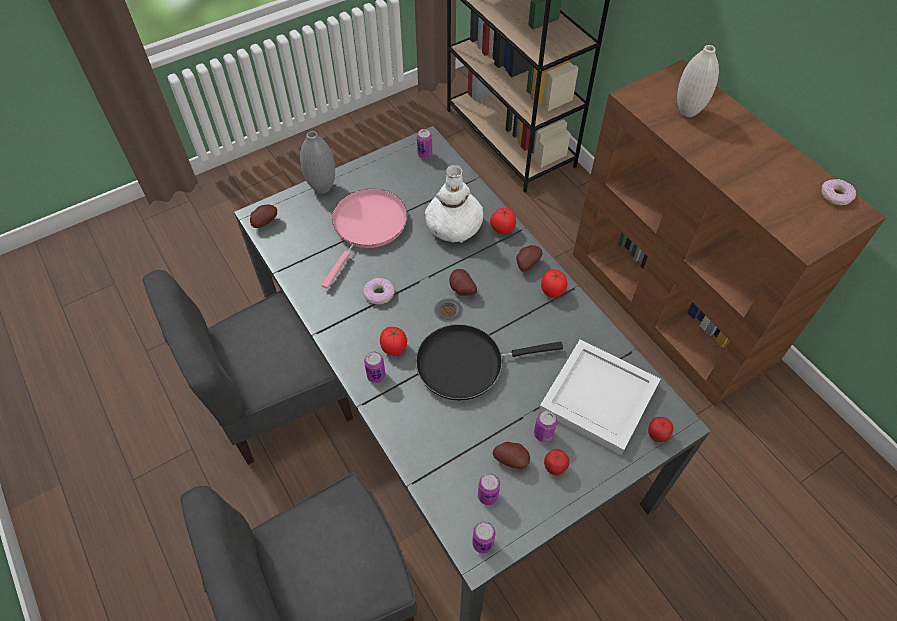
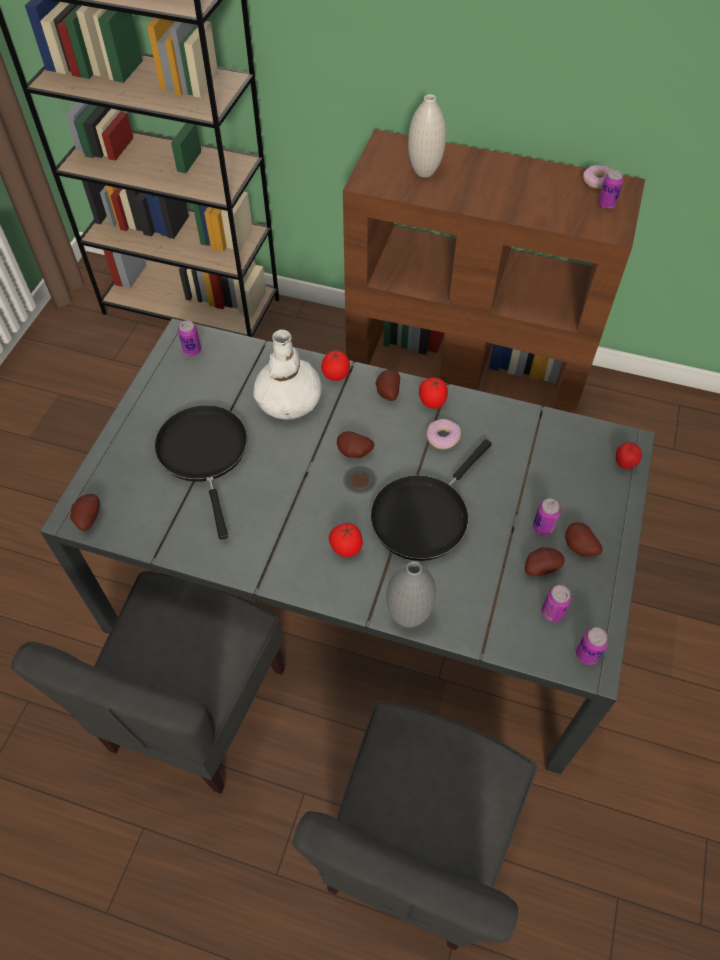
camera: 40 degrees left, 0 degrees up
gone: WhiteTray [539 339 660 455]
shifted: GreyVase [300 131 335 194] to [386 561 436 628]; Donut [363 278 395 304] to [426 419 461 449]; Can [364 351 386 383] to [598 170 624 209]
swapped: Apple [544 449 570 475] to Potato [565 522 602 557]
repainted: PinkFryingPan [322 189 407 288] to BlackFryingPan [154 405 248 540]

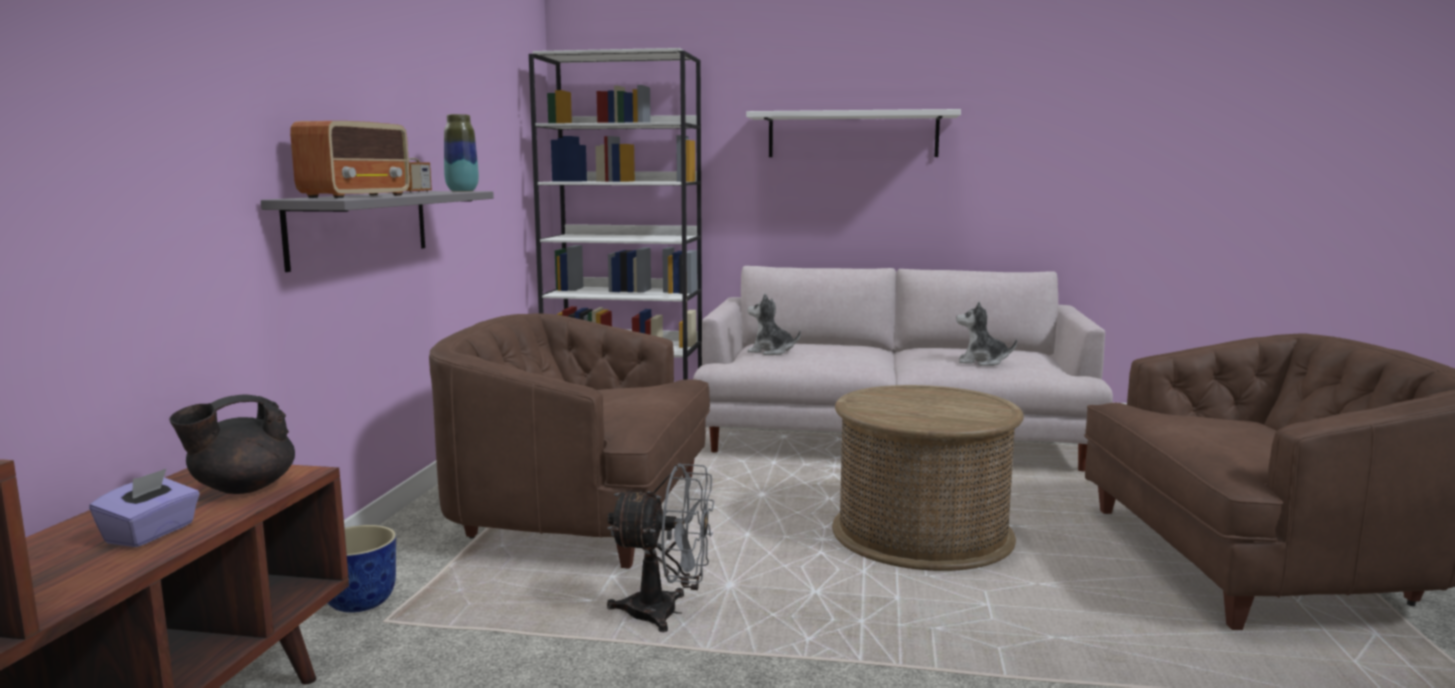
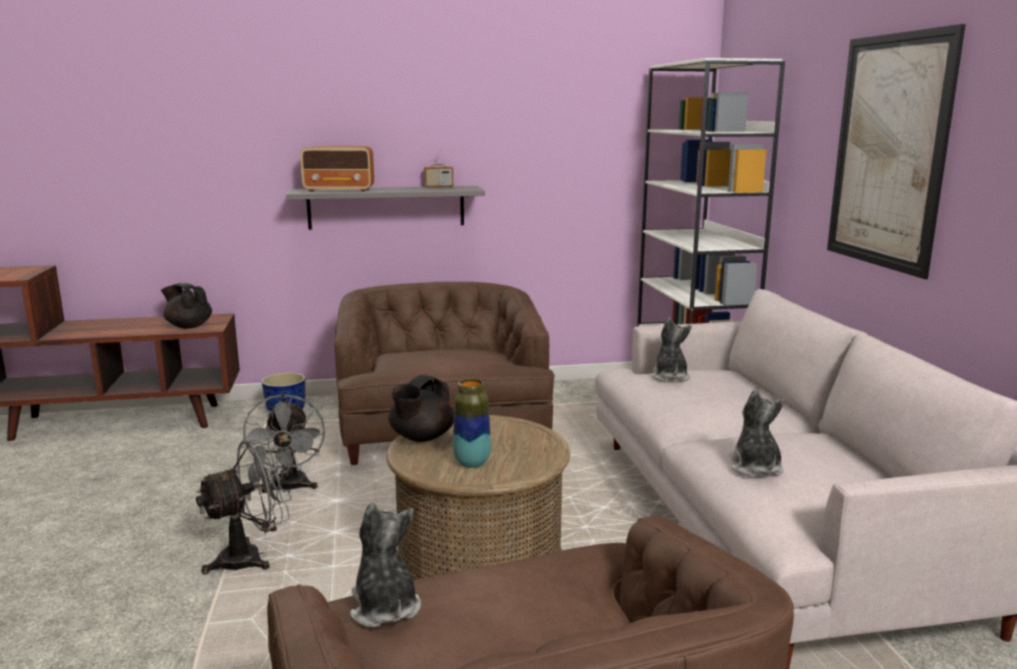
camera: 70 degrees right, 5 degrees up
gone: PurpleTissueBox [89 468 200 547]
new: GreyFan [196 437 292 575]; PlushToy [350 502 421 628]; BlackTeapot [388 375 454 442]
shifted: Vase [444 114 479 192] to [453 379 491 468]
swapped: WhiteShelf [746 109 961 157] to Picture [827 24 965 279]

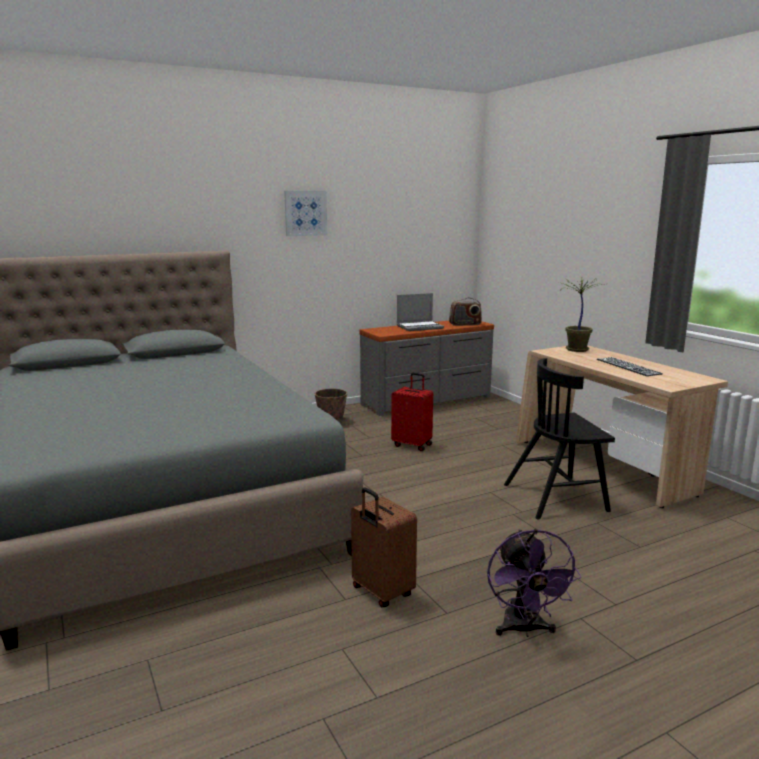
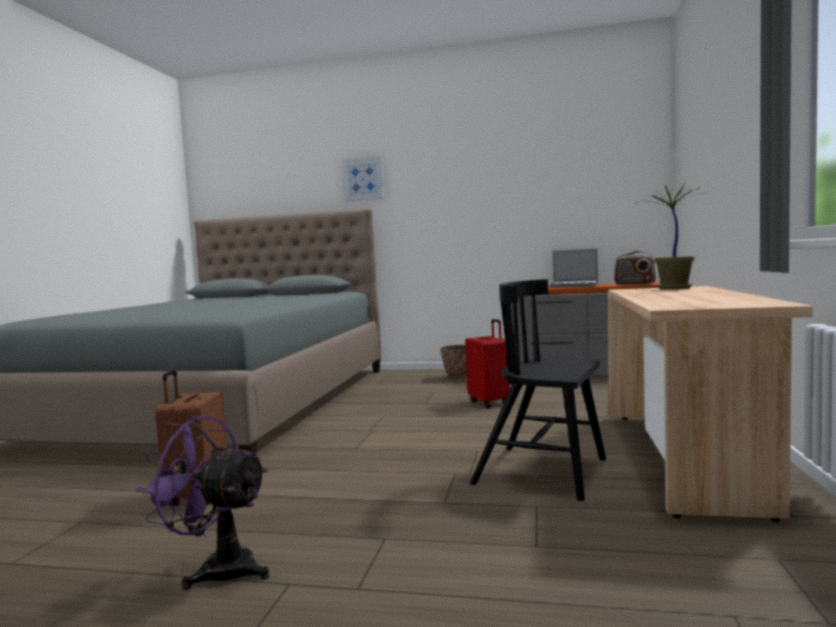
camera: 40 degrees right, 10 degrees down
gone: Keyboard [597 357 663 376]
shifted: Picture [284 191 327 236] to [342 156 384 201]
rotated: PurpleFan [487 529 581 637] = [135 416 269 590] 75 degrees clockwise

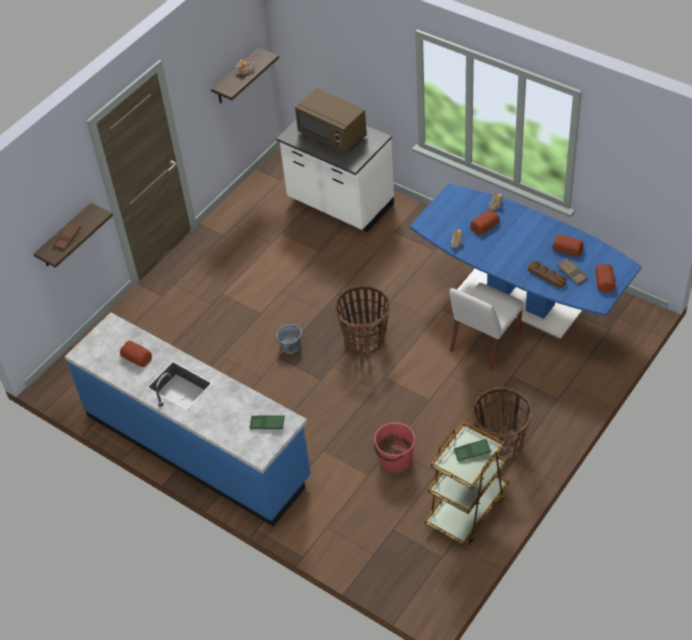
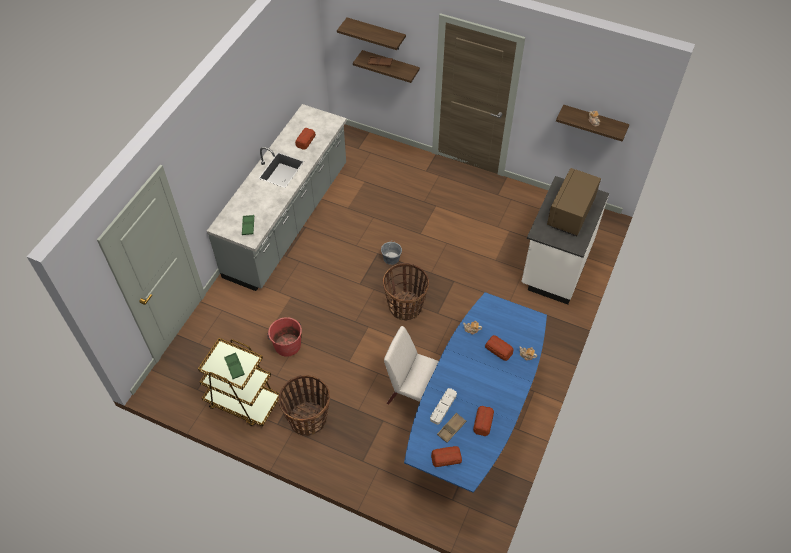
camera: 75 degrees right, 5 degrees up
new: Shelf [337 18 406 50]
repainted: BlueCounter [64 312 311 527] to GreyCounter [207 104 347 291]; BrownTray [528 261 567 289] to GreyTray [430 388 457 425]

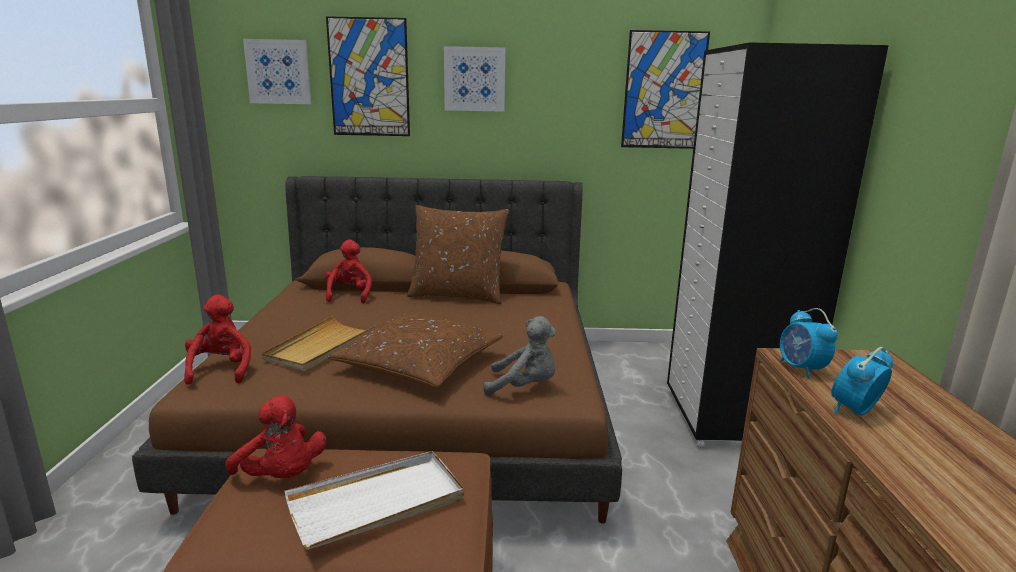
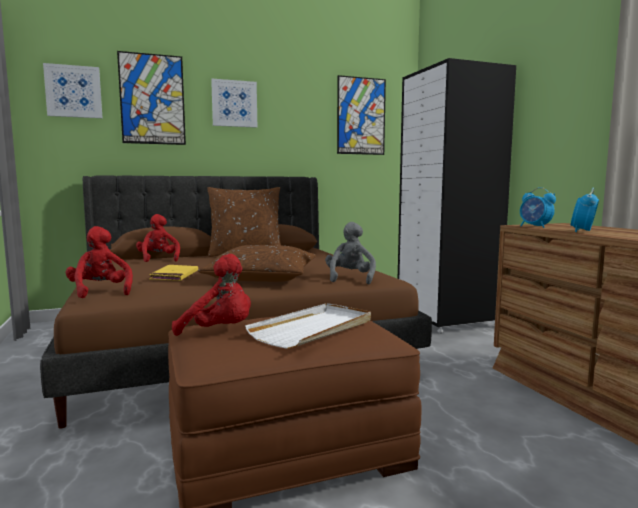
camera: 20 degrees left, 10 degrees down
swapped: BeigeTray [262 316 377 371] to YellowBook [149 265 198 281]
rotated: GreyPlushToy [483 316 556 396] = [325 222 376 284] 75 degrees counterclockwise

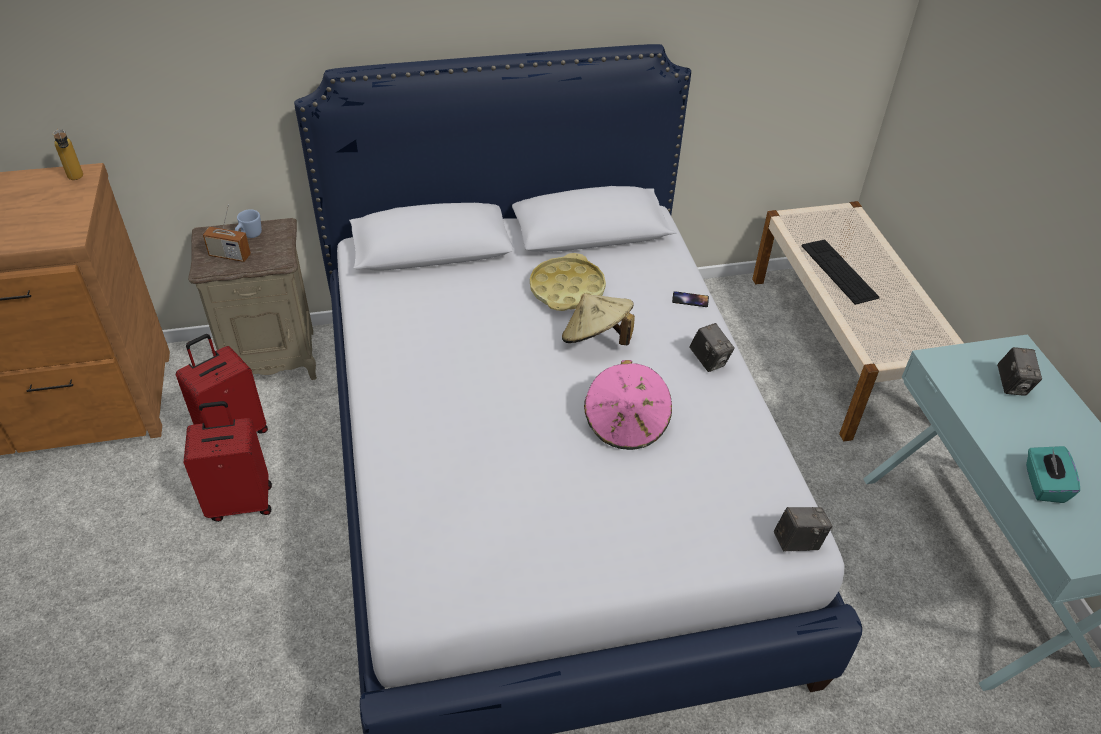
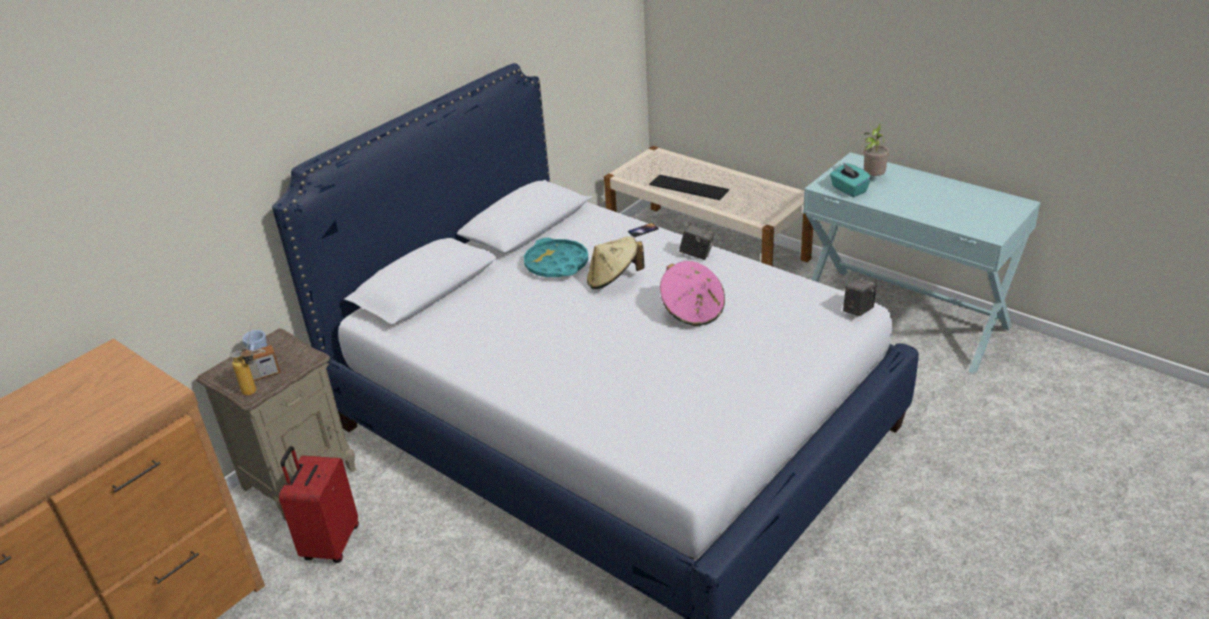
camera: 35 degrees left, 10 degrees down
gone: RedSuitcase [183 401 272 522]
shifted: Bottle [53 128 83 180] to [231 348 256 396]; TurquoiseTissueBox [1026 446 1080 503] to [830 163 871 197]
swapped: PhotoCamera [997 347 1042 396] to PottedPlant [864 123 889 176]
repainted: YellowTray [530 253 606 311] to TurquoiseTray [524 238 588 277]

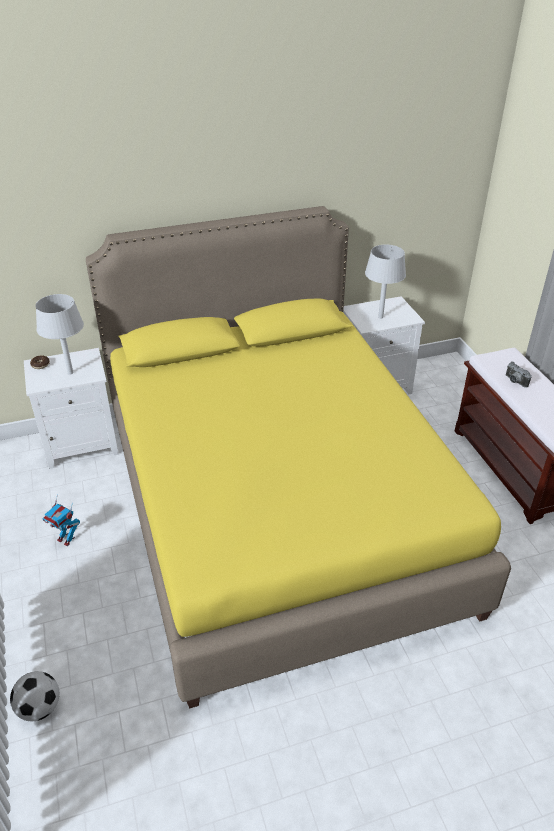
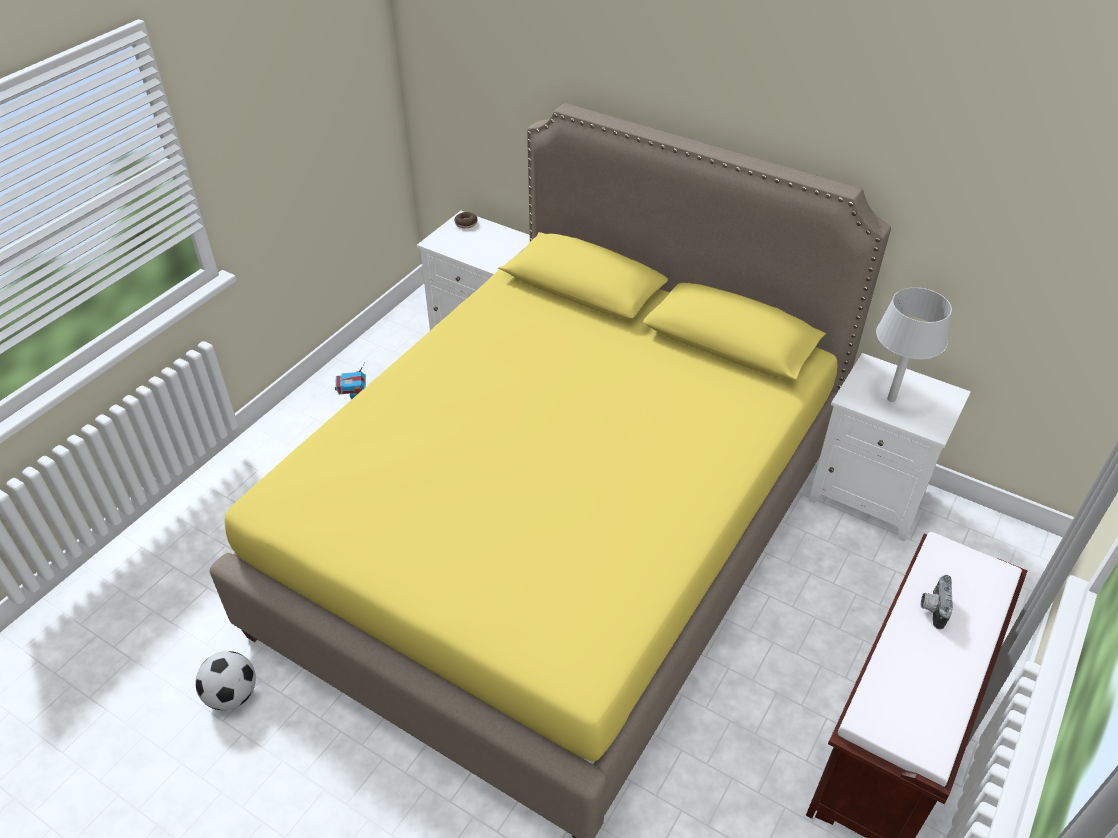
camera: 50 degrees right, 5 degrees up
gone: GreyTableLamp [36 294 84 375]
shifted: Football [10 671 59 721] to [195 651 256 710]

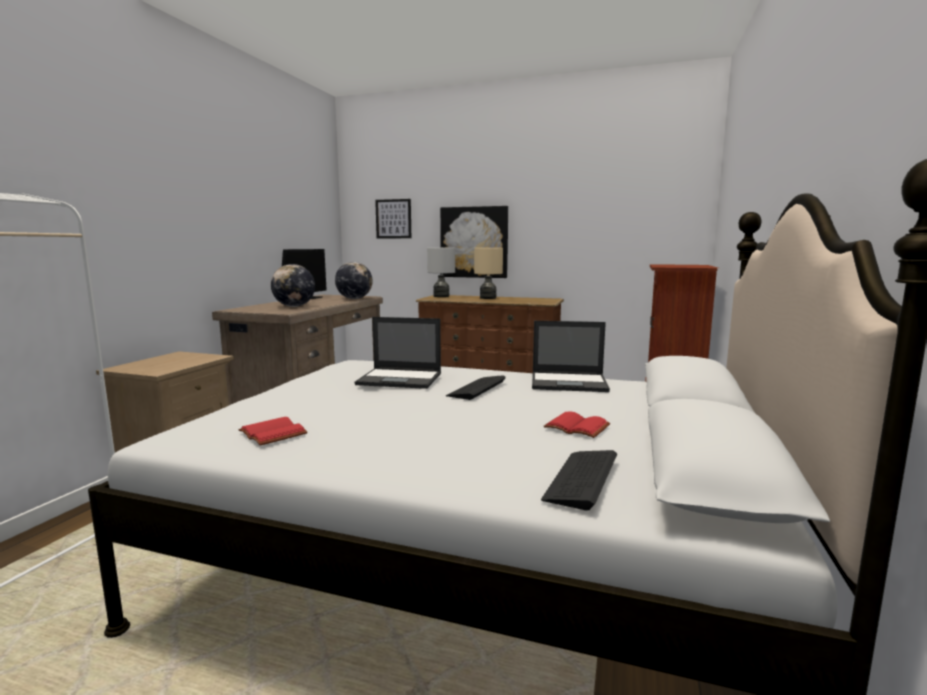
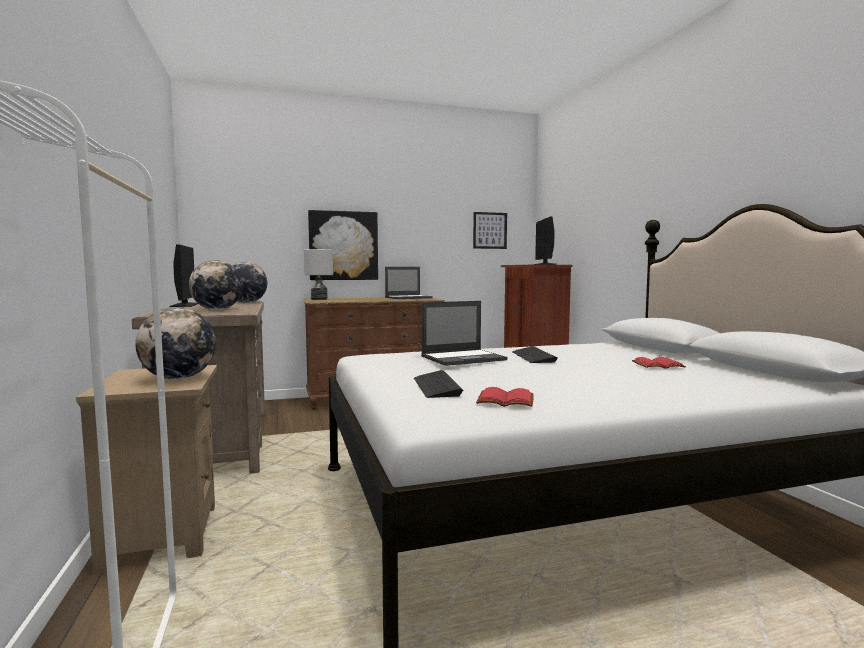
camera: 35 degrees left, 5 degrees down
gone: BeigeTableLamp [474 248 503 299]
new: Globe [135 307 216 380]; Monitor [534 217 556 265]
shifted: Laptop [532 321 610 392] to [385 267 433 299]; Keyboard [541 450 617 511] to [414 370 463 398]; Picture [375 199 411 238] to [473 212 507 249]

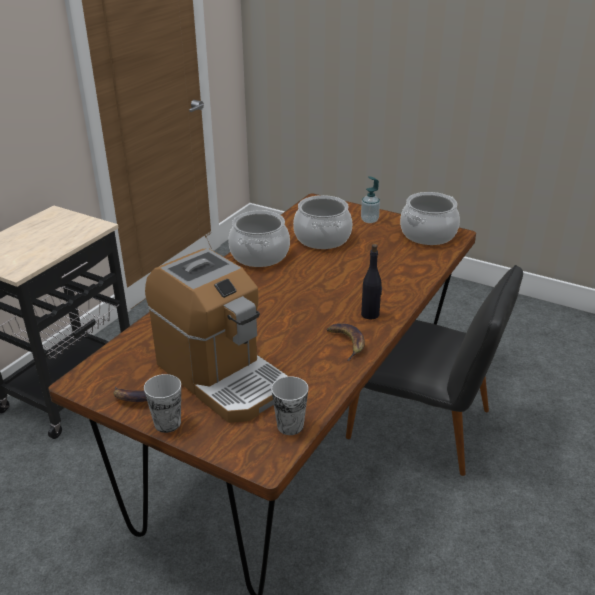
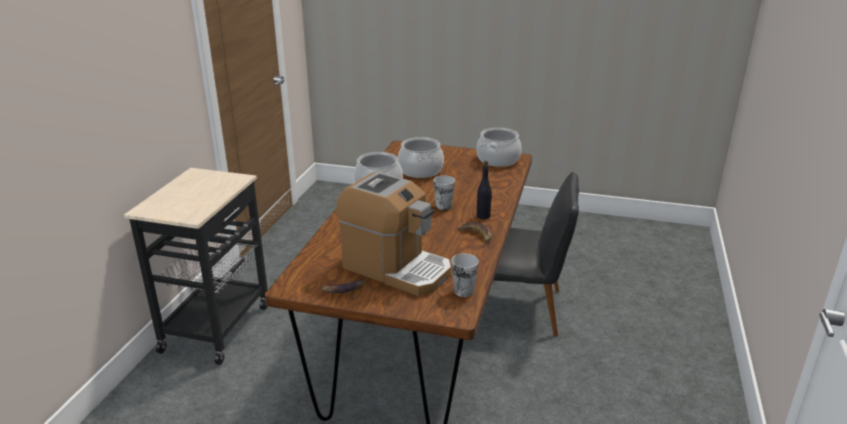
camera: 15 degrees left, 5 degrees down
gone: SoapDispenser [361 176 380 223]
shifted: Cup [144 374 181 433] to [433 176 455 210]

